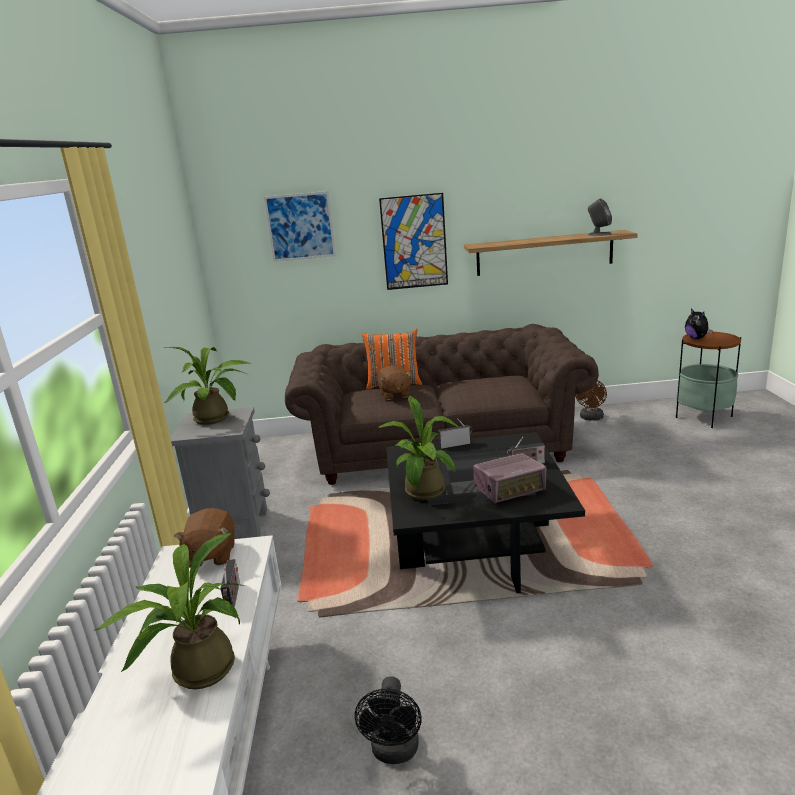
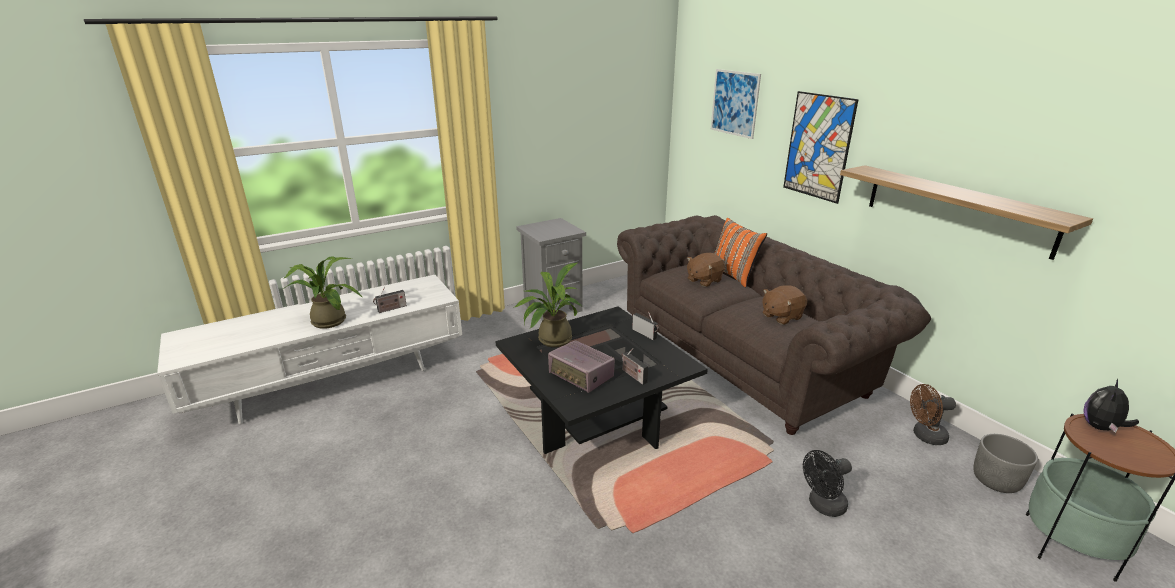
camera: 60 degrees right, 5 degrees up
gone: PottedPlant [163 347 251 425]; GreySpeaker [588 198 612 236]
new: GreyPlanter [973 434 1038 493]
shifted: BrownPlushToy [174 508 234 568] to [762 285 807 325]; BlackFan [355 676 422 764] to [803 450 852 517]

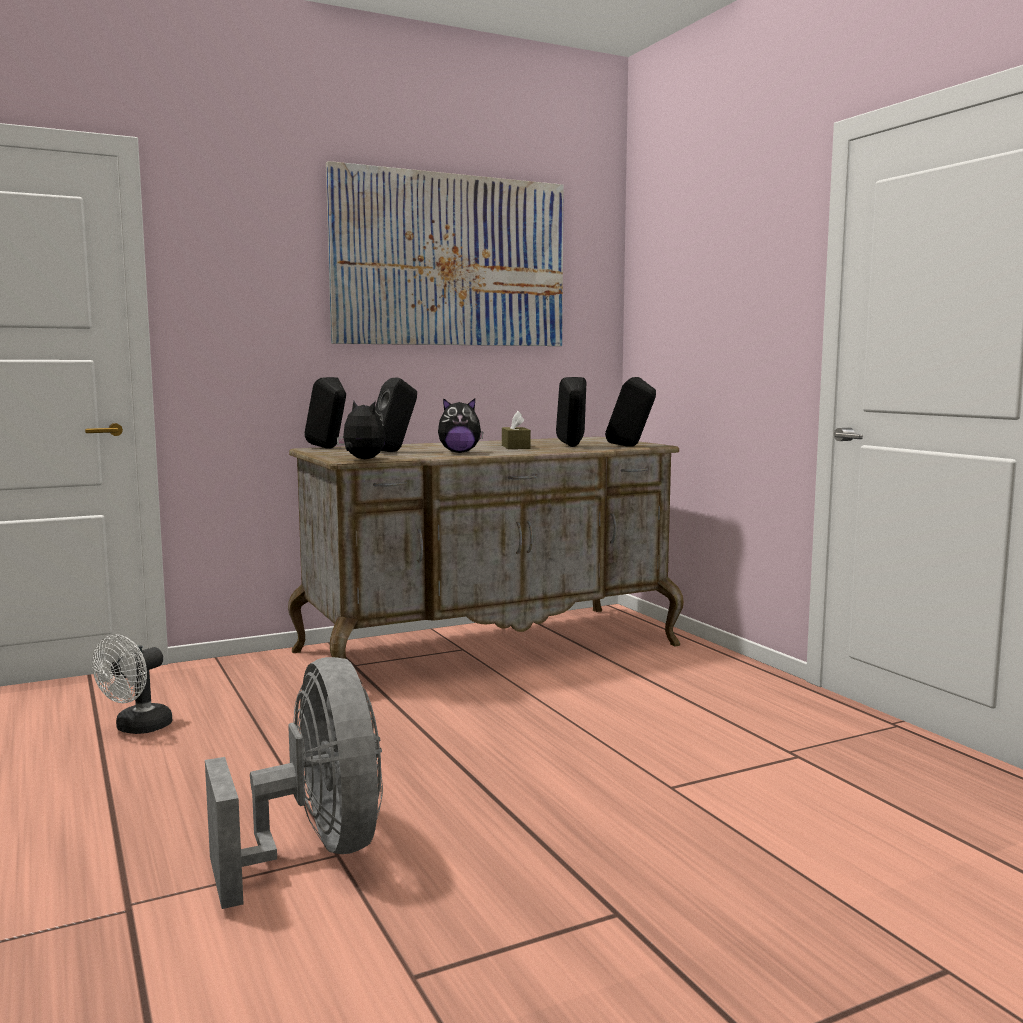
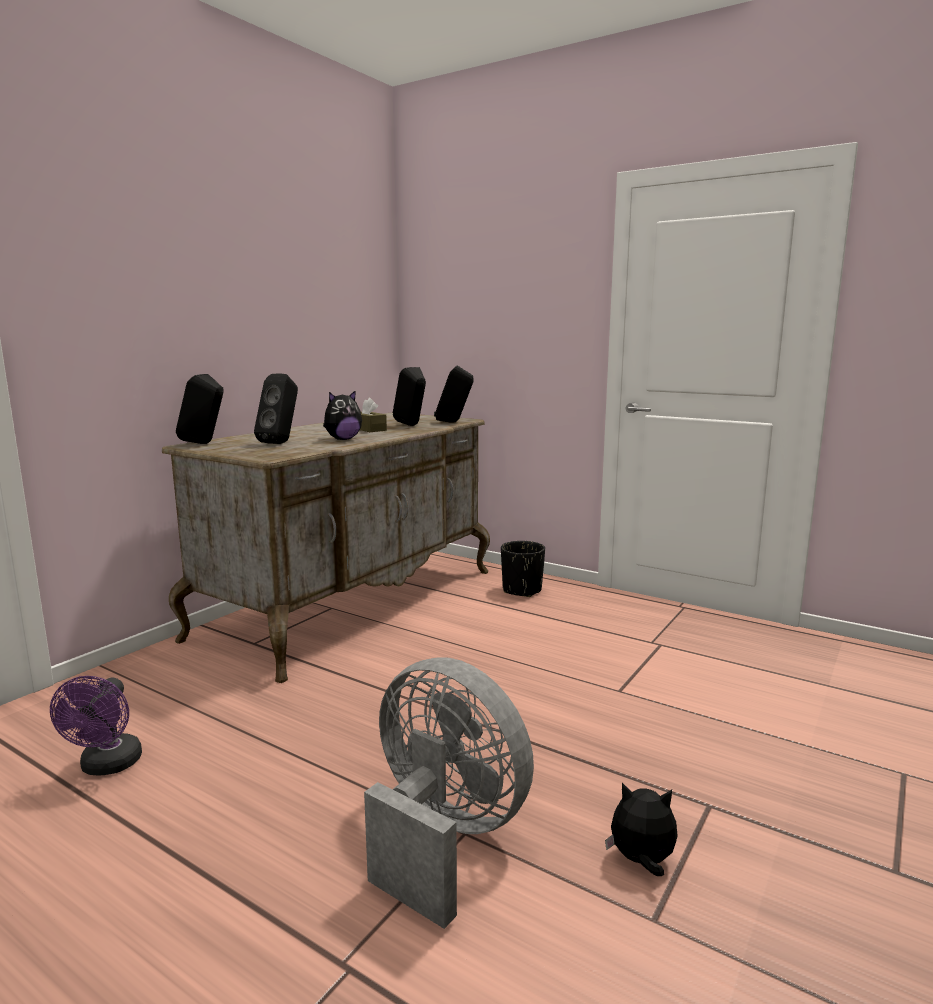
camera: 30 degrees left, 5 degrees up
gone: Picture [326 161 564 346]
new: BlackPlanter [501 541 545 597]
shifted: PlushToy [337 401 385 459] to [605 783 678 876]
repainted: WhiteFan [92 635 172 734] to PurpleFan [50 676 142 776]

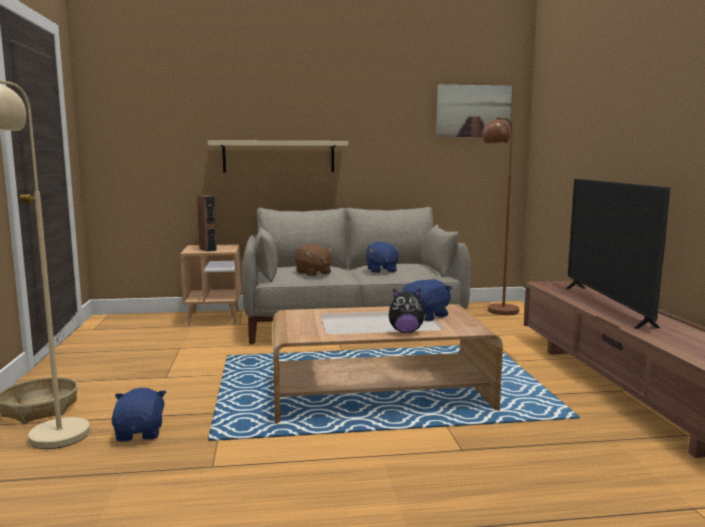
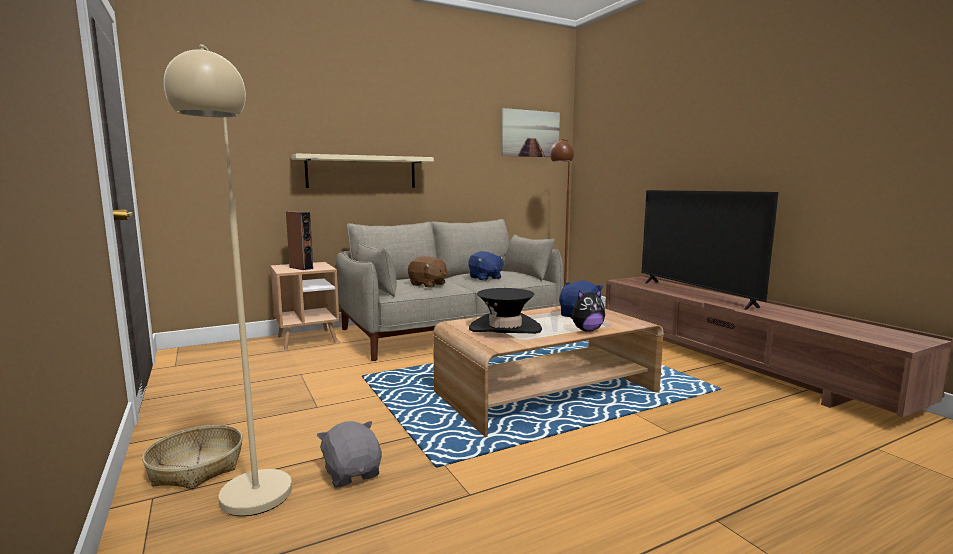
camera: 20 degrees left, 0 degrees up
new: BlackHat [469 288 542 334]
repainted: BluePlushToy [112 388 166 442] to GreyPlushToy [317 421 382 488]

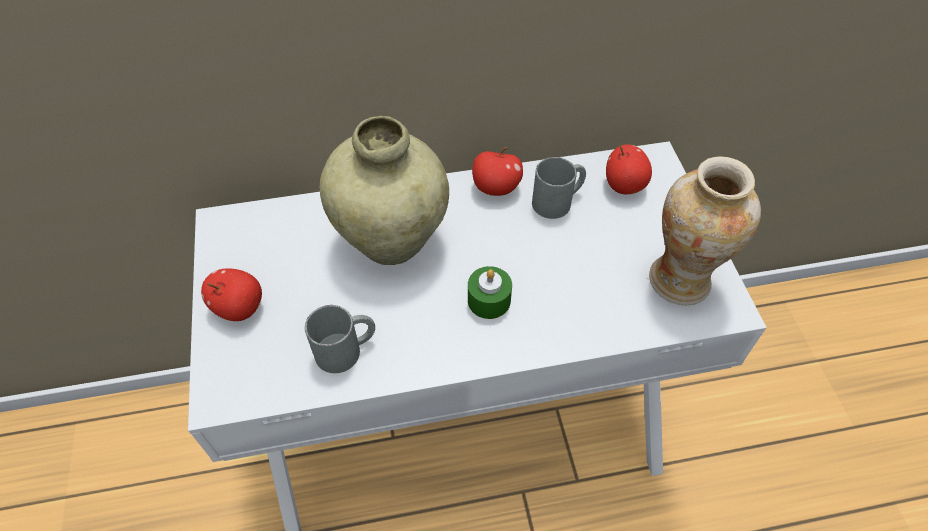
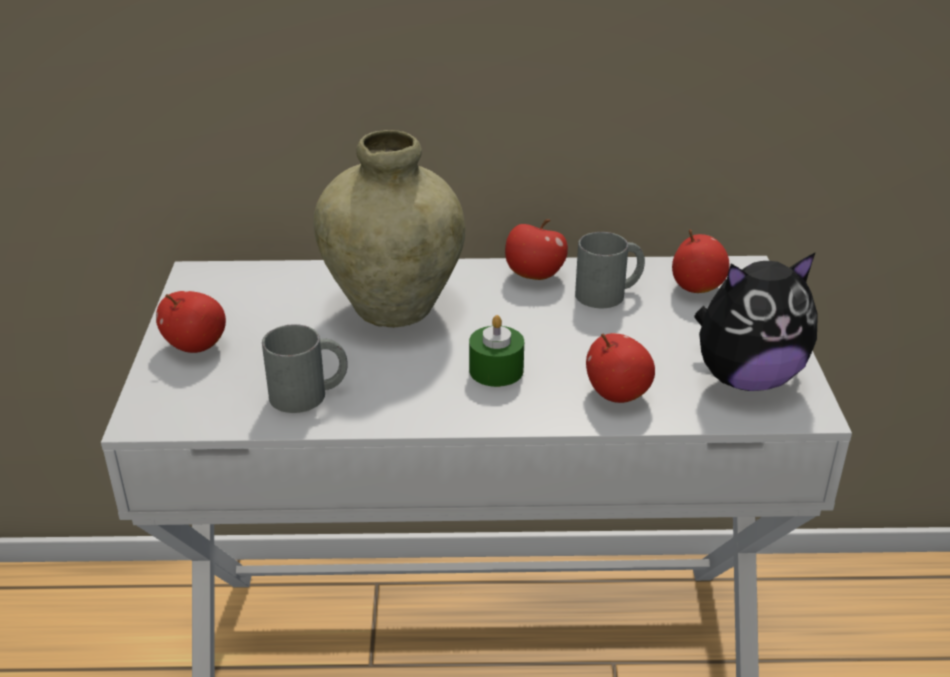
camera: 10 degrees right, 20 degrees down
new: Apple [586 333 655 403]
swapped: Vase [649 156 761 305] to PlushToy [694 252 818 391]

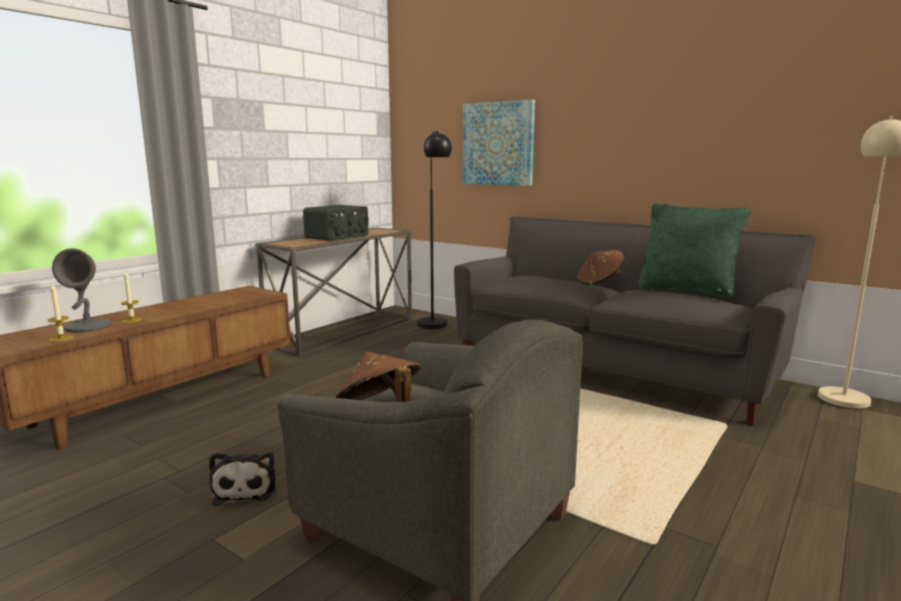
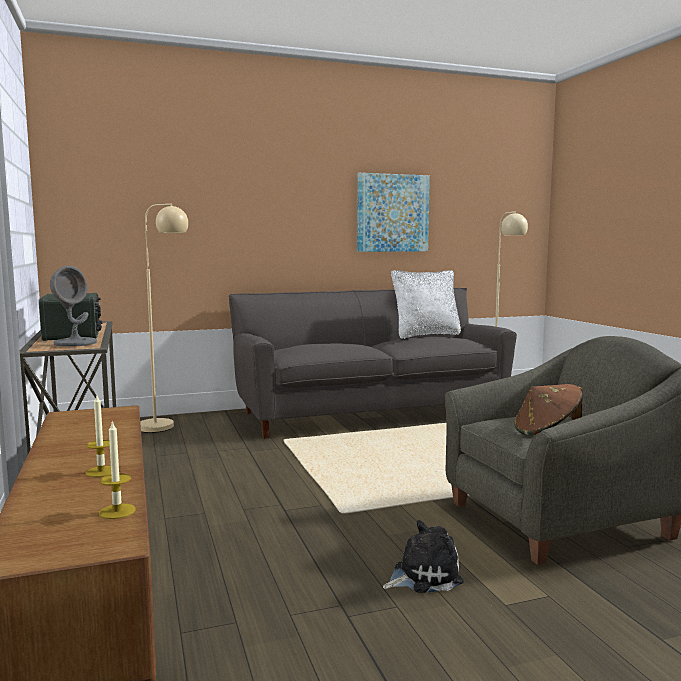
camera: 55 degrees left, 5 degrees down
gone: BrownHat [578 250 624 285]
shifted: GreyTableLamp [52 248 112 333] to [50 266 97 347]; Picture [463 99 535 186] to [357 173 430 252]
repainted: BlackFloorLamp [417 131 452 329] to BeigeFloorLamp [140 203 188 433]; GreenPillow [639 203 751 299] to WhitePillow [391 270 461 339]
rotated: PlushToy [209 452 276 506] = [383 520 464 593] 45 degrees counterclockwise

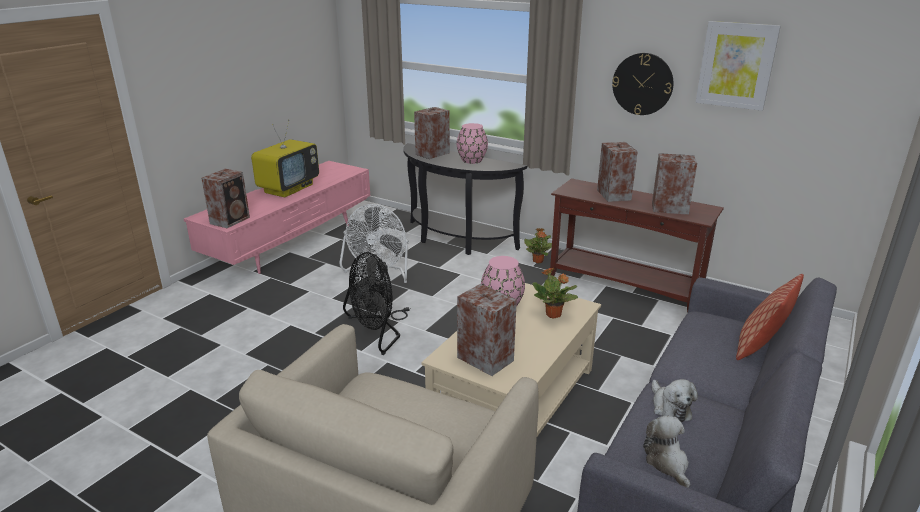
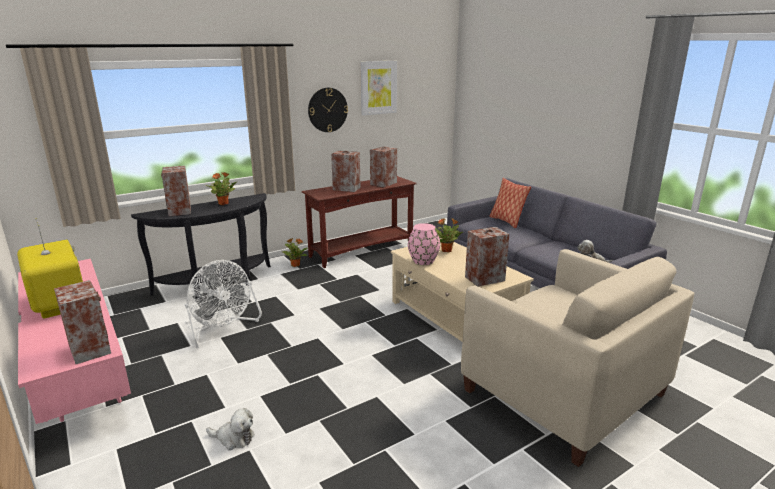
camera: 65 degrees left, 5 degrees down
gone: BlackFan [343 252 410 355]
shifted: PlushToy [652 379 698 422] to [206 408 254 450]
swapped: PinkVase [457 123 488 164] to PottedPlant [206 172 237 205]

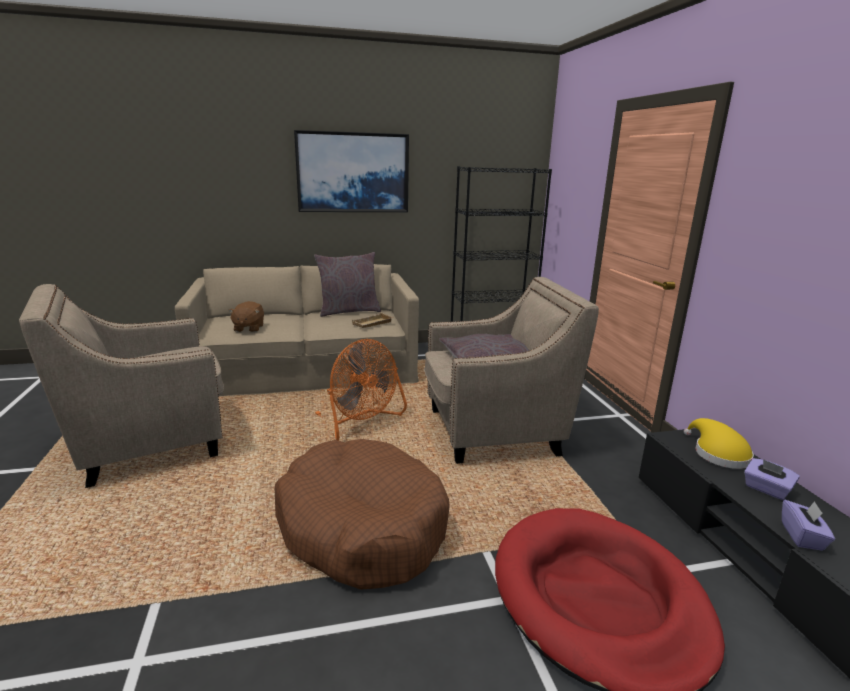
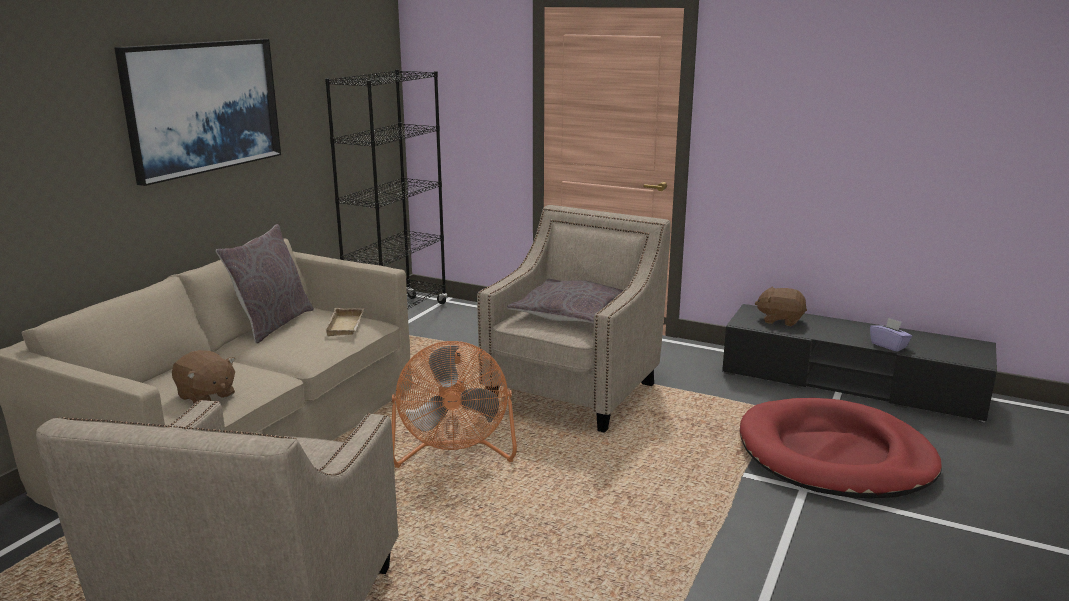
camera: 50 degrees left, 0 degrees up
gone: BrownDogBed [275 439 450 590]; PurpleTissueBox [744 458 800 500]
swapped: YellowHat [684 418 754 469] to BrownPlushToy [755 287 807 326]
rotated: OrangeFan [315 339 407 441] = [392 341 517 468] 90 degrees clockwise

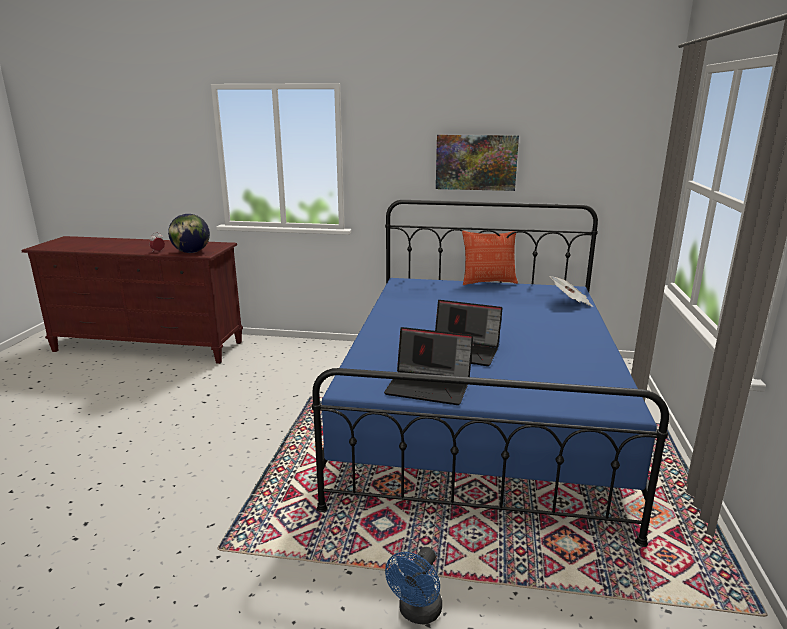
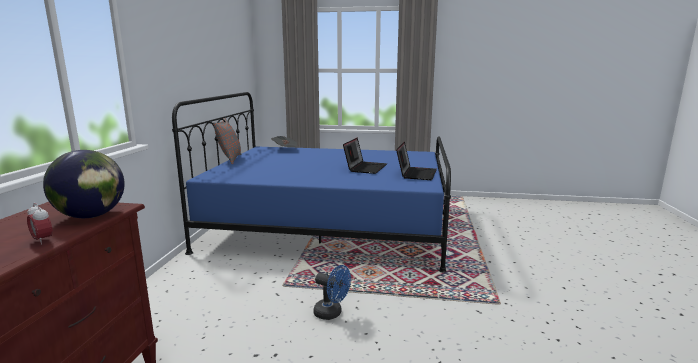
camera: 90 degrees left, 5 degrees down
gone: Picture [436 135 519 191]
shifted: BlueFan [385 547 442 625] to [313 265 351 320]
repainted: OrangePillow [462 231 518 285] to GreyPillow [213 118 241 164]

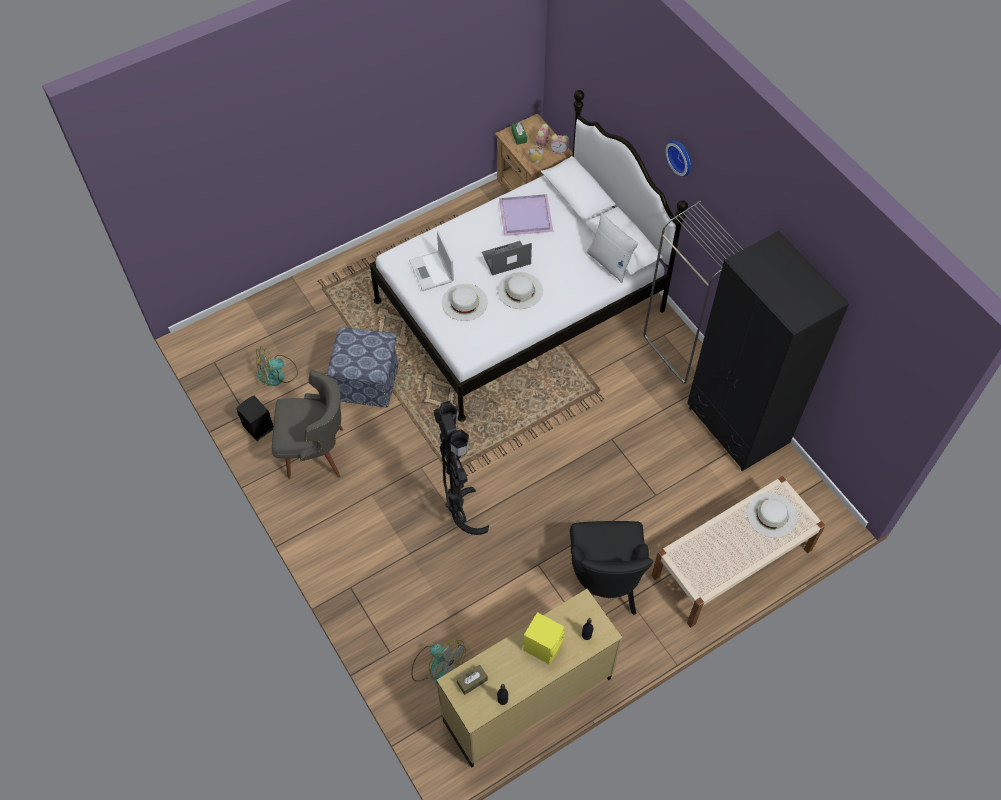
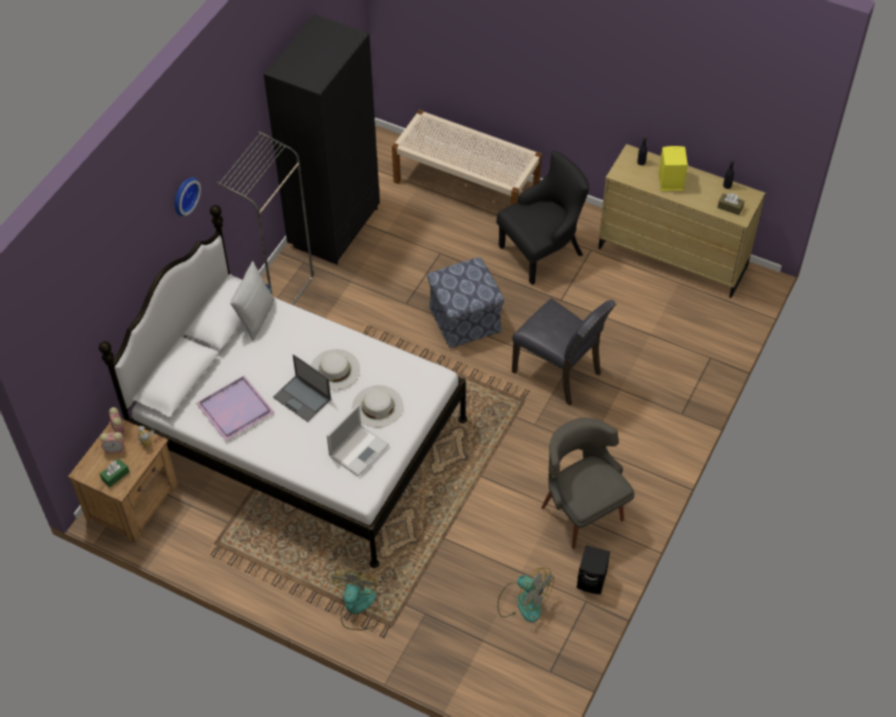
camera: 120 degrees left, 5 degrees down
gone: WhiteHat [747 493 797 538]
shifted: Fan [412 639 466 685] to [331 569 380 630]; Ottoman [327 327 399 407] to [427 257 504 348]
swapped: BlackFloorLamp [434 401 489 535] to GreyChair [512 299 616 405]

